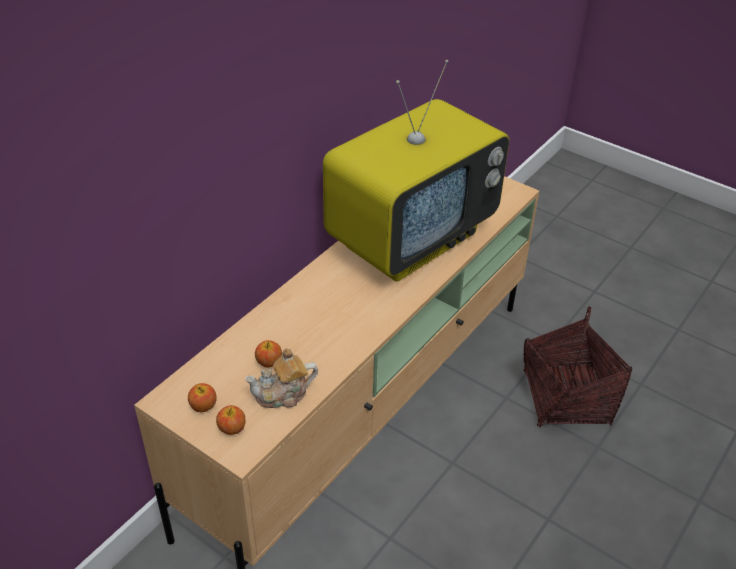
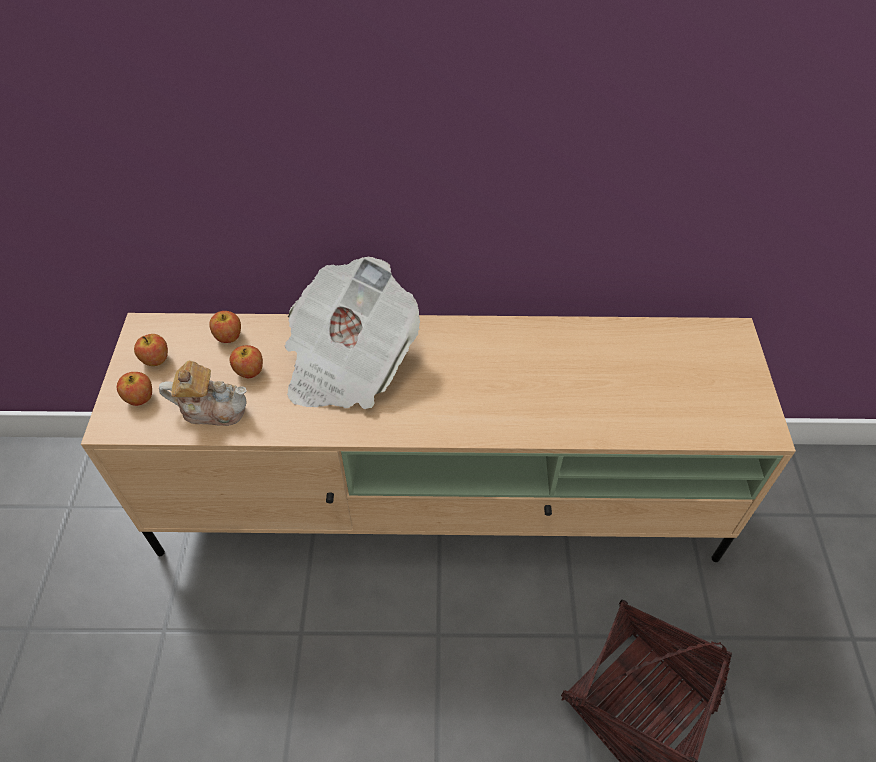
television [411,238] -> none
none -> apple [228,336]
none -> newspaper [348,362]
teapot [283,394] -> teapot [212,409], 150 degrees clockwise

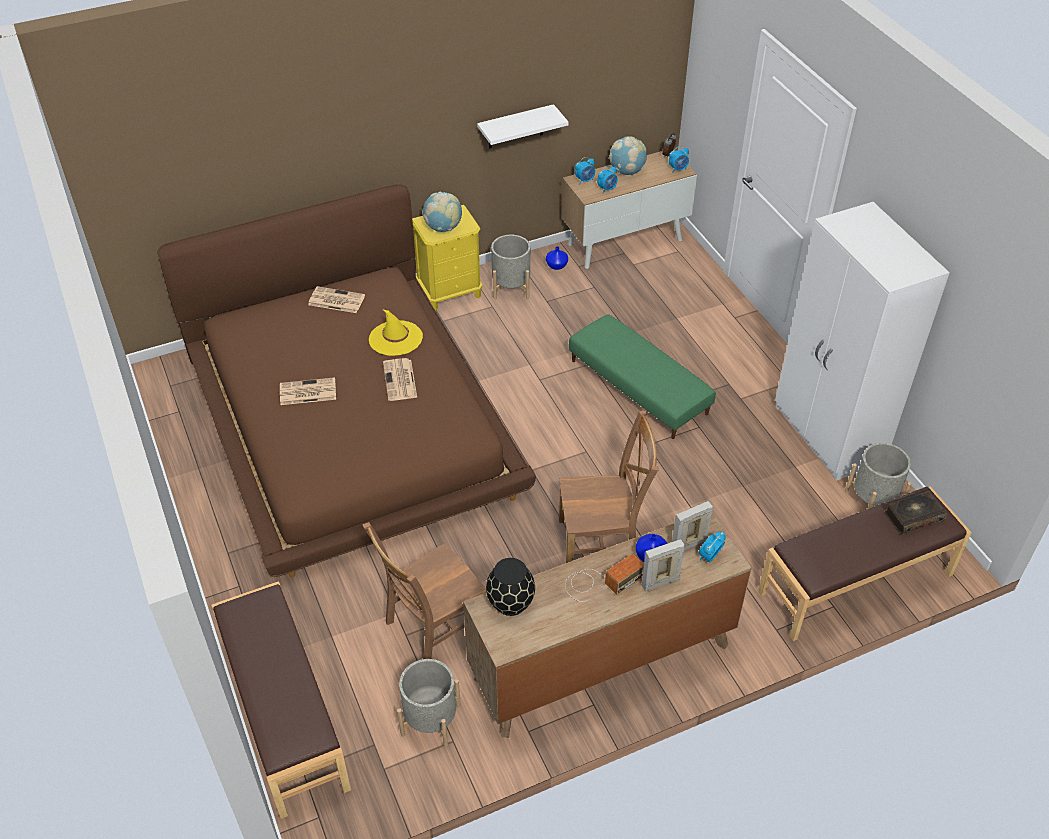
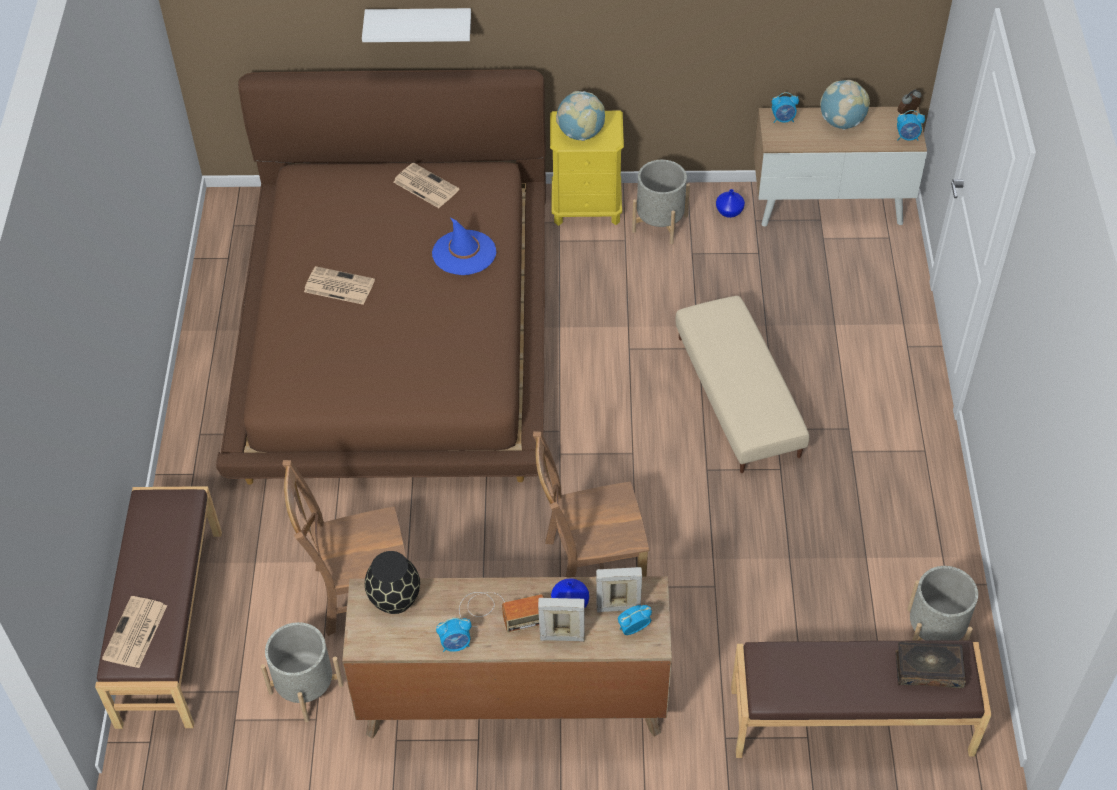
white_wardrobe [828,435] -> none
newspaper [400,380] -> newspaper [135,633], move
white_shelf [515,127] -> white_shelf [419,24], move
alarm_clock [607,189] -> alarm_clock [456,644], move
yellow_hat [395,338] -> blue_hat [464,253]
green_ottoman [639,387] -> beige_ottoman [738,396]
brown_chair [602,543] -> brown_chair [589,566], 150 degrees clockwise

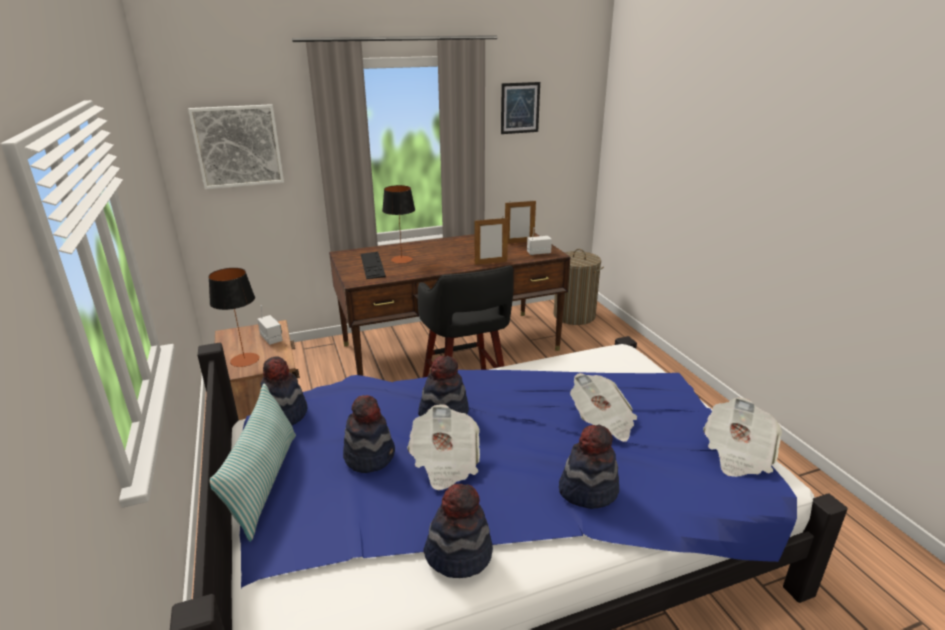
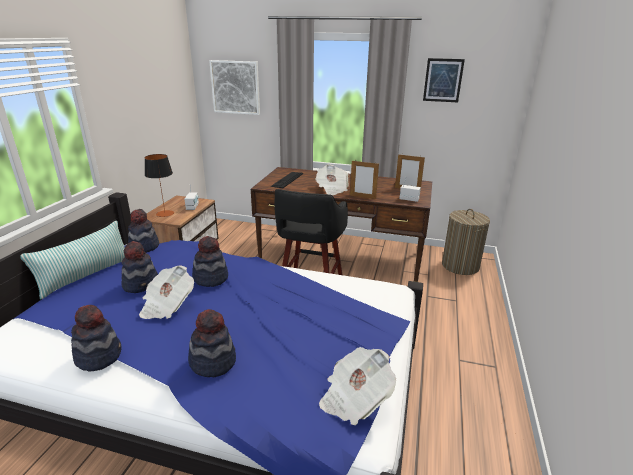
table_lamp [401,259] -> none
newspaper [602,421] -> newspaper [332,189], move

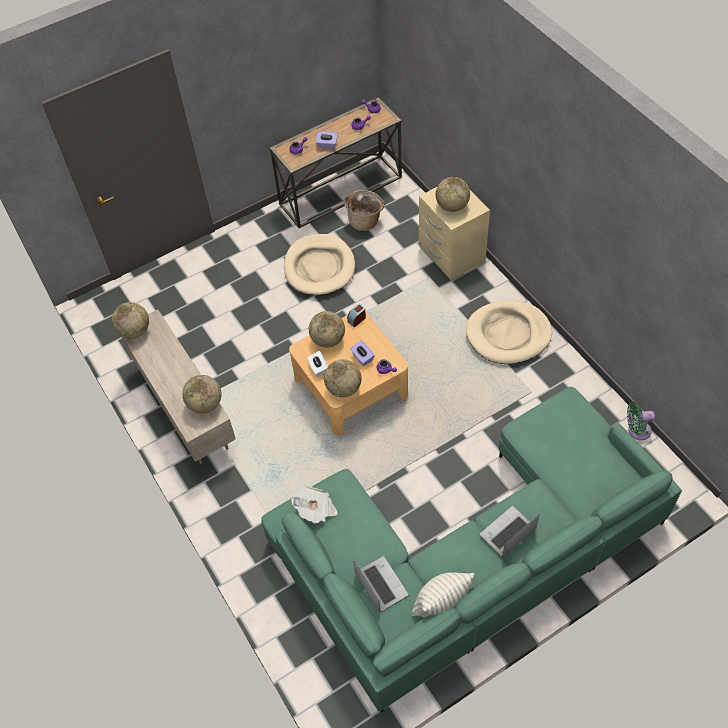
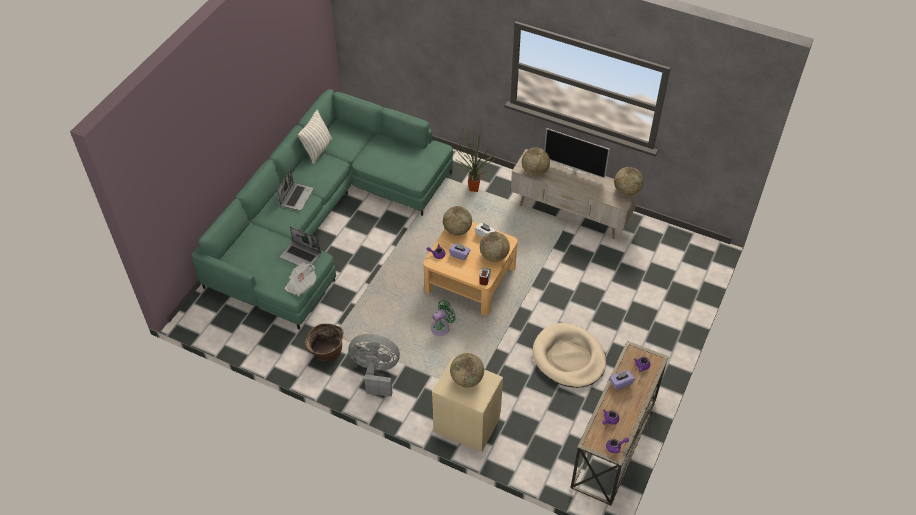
none -> potted_plant [473,190]
none -> television [574,169]
newspaper [316,510] -> newspaper [301,285], move
basket [365,221] -> basket [326,353], move
laptop [380,584] -> laptop [301,255], move
green_fan [636,430] -> green_fan [442,327], move
beige_dog_bed [508,334] -> grey_fan [376,372]

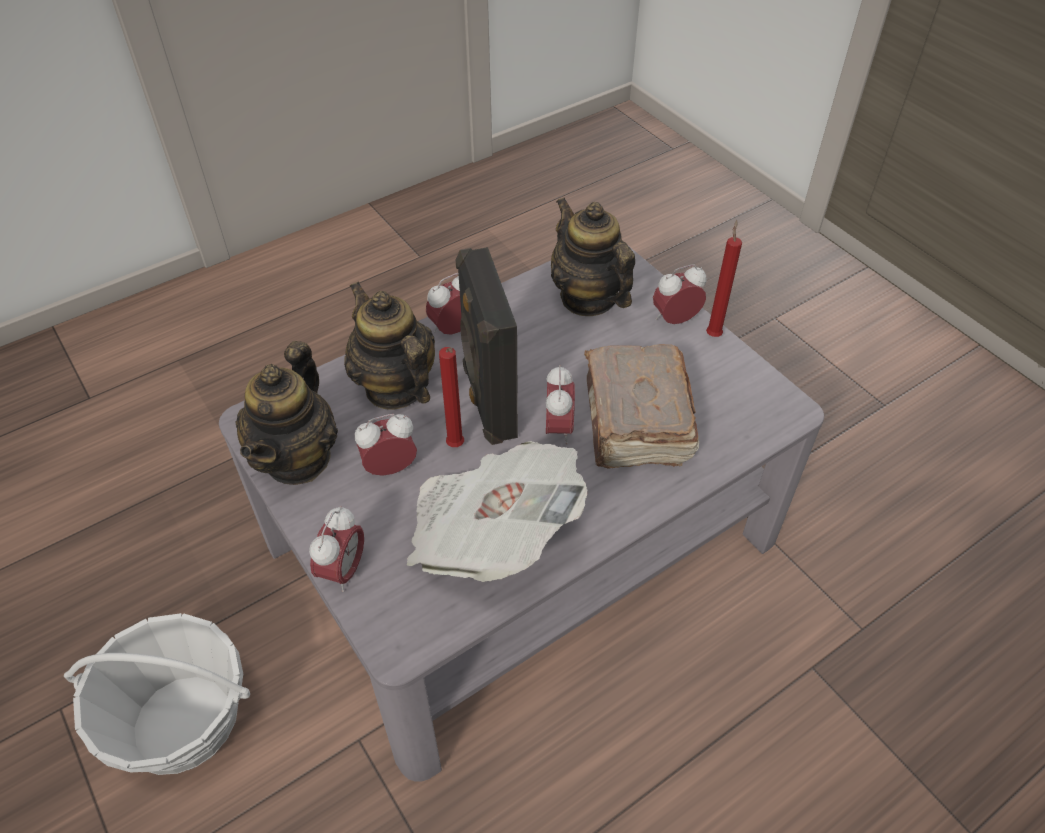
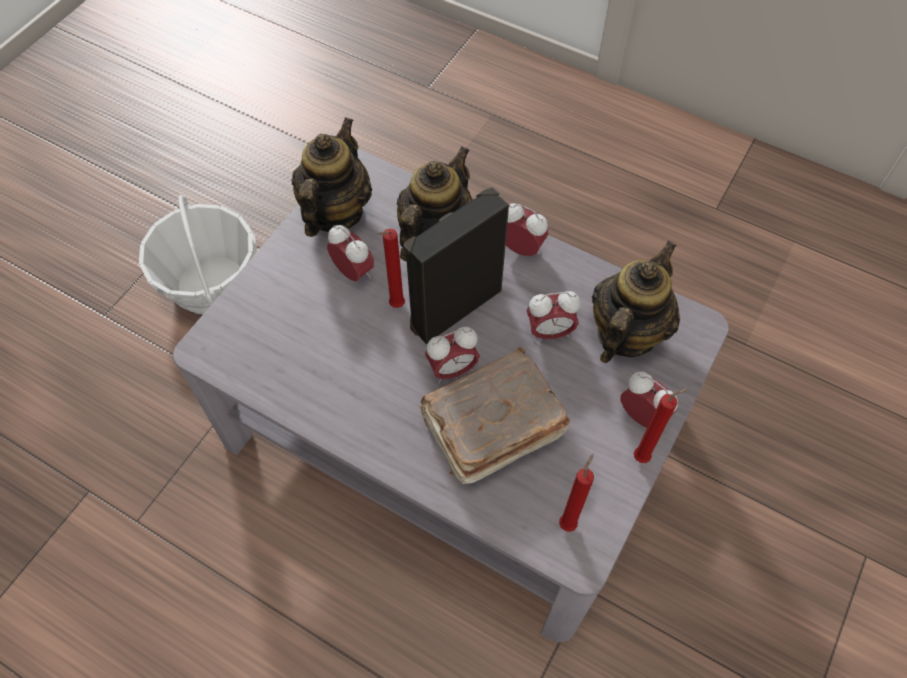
newspaper [490,534] -> none
none -> red_candle [568,522]
alarm_clock [343,570] -> alarm_clock [549,332], move
teapot [298,458] -> teapot [335,212], 120 degrees clockwise

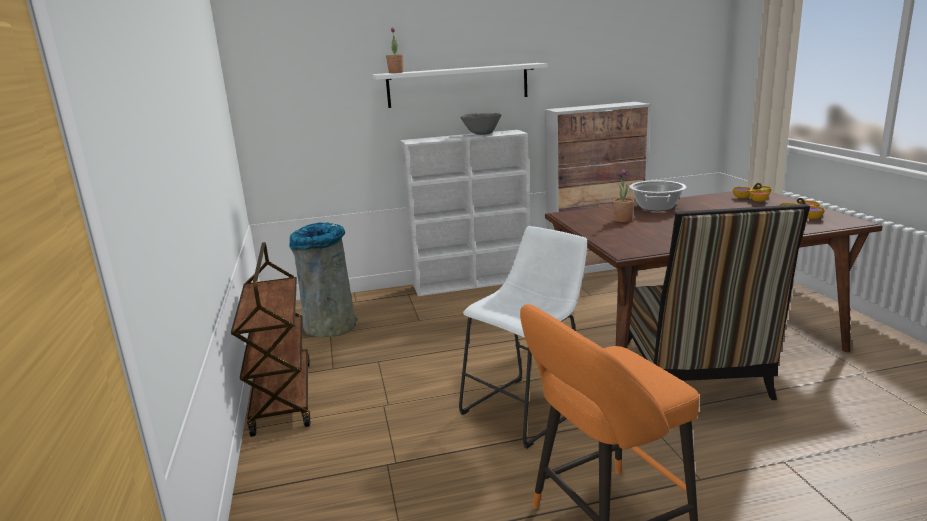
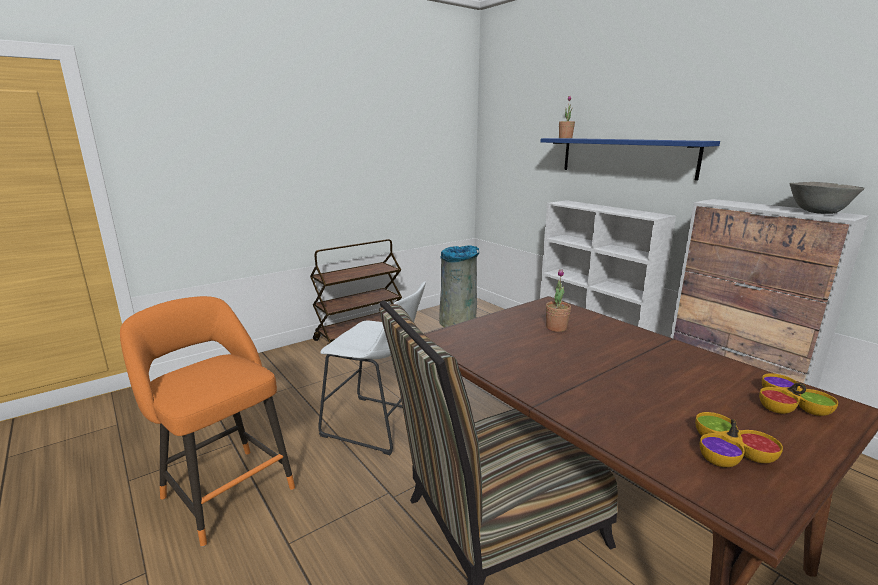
cooking_pot [656,207] -> none
grey_bowl [481,134] -> grey_bowl [818,213], move
white_shelf [458,85] -> blue_shelf [626,157]

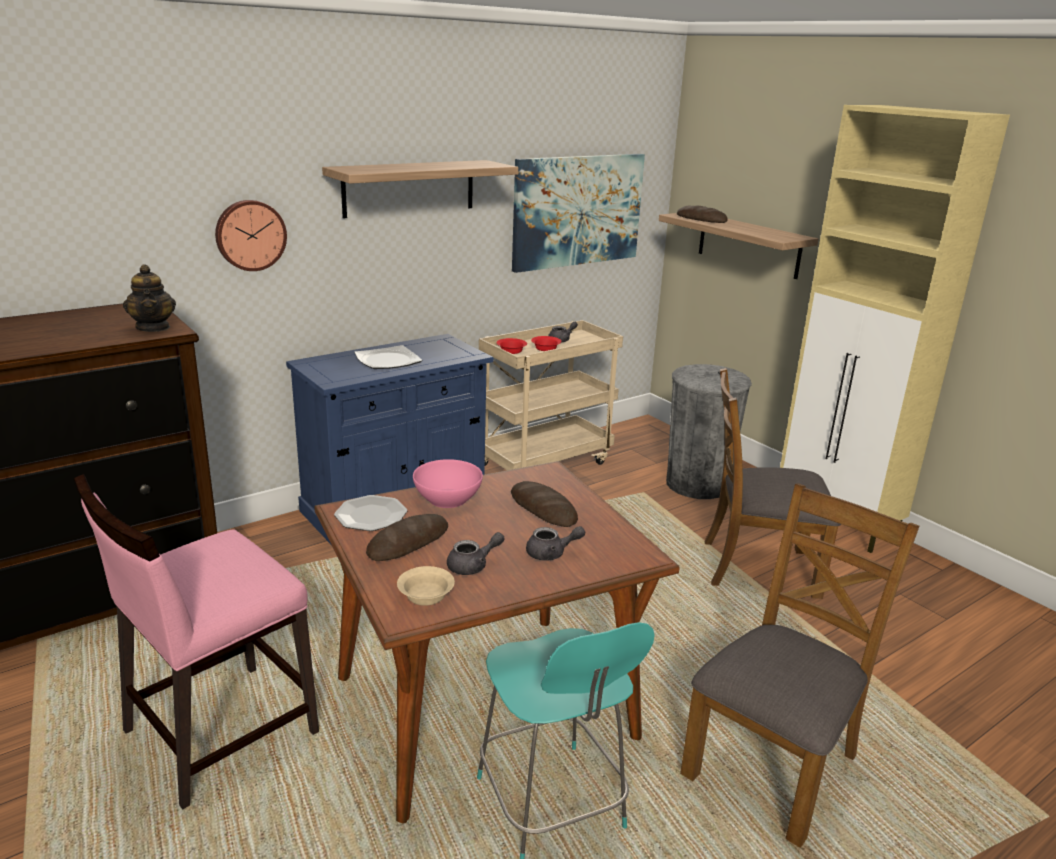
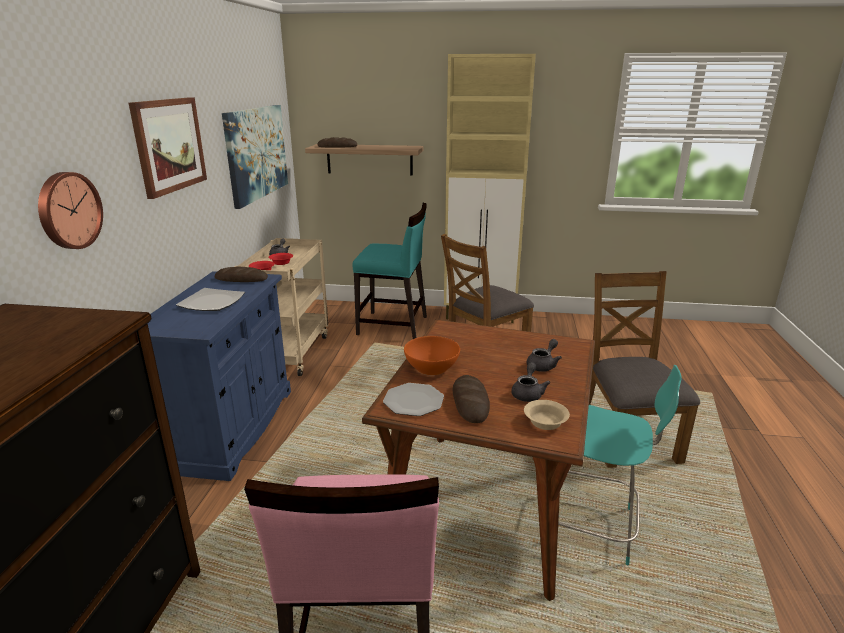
teapot [153,327] -> none
bread [543,509] -> bread [241,279], move
shelf [409,188] -> picture [169,145]
grey_trash_can [697,484] -> turquoise_chair [393,326]
pink_bowl [447,499] -> orange_bowl [432,367]

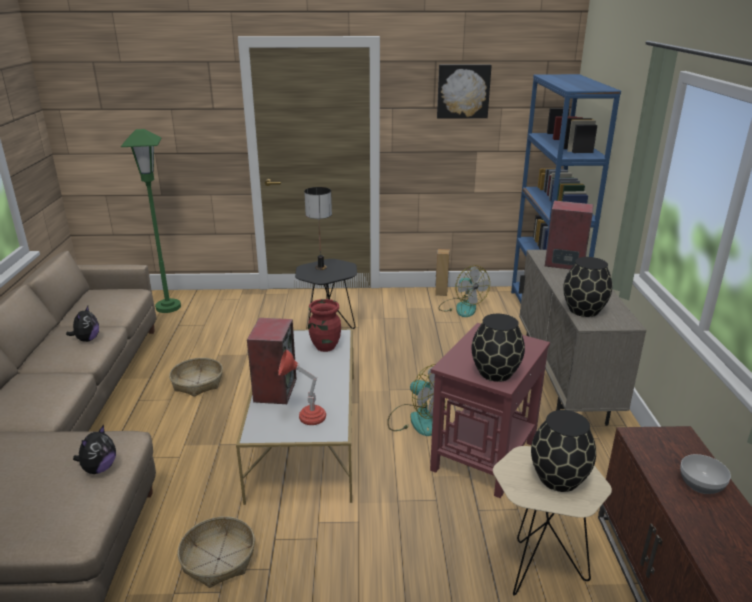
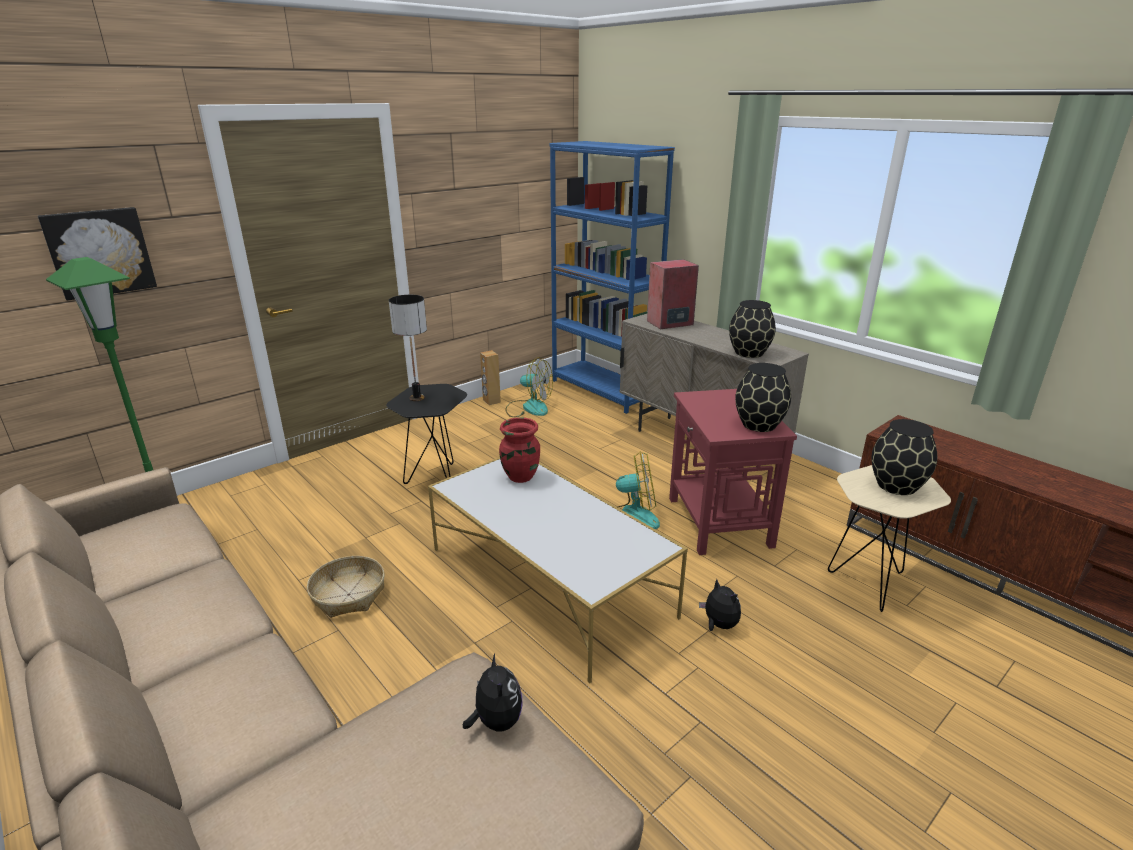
basket [218,559] -> none
speaker [274,390] -> none
red_table_lamp [304,417] -> none
bowl [700,484] -> none
plush_toy [87,339] -> plush_toy [719,625], move
picture [463,91] -> picture [99,252], move

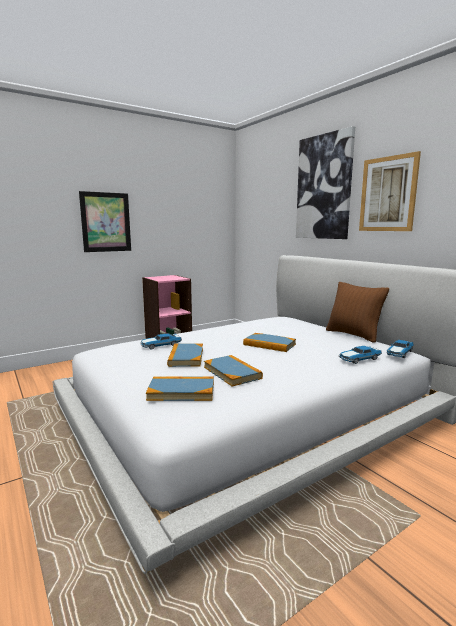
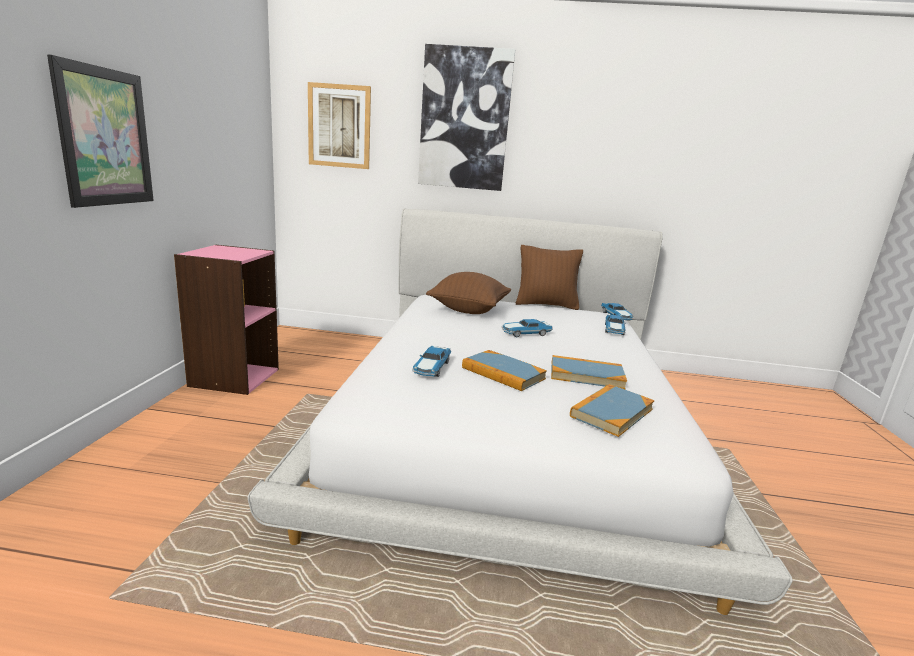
none -> brown_pillow [468,310]
picture [388,194] -> picture [339,126], move
book [269,344] -> toy_car [525,333]

